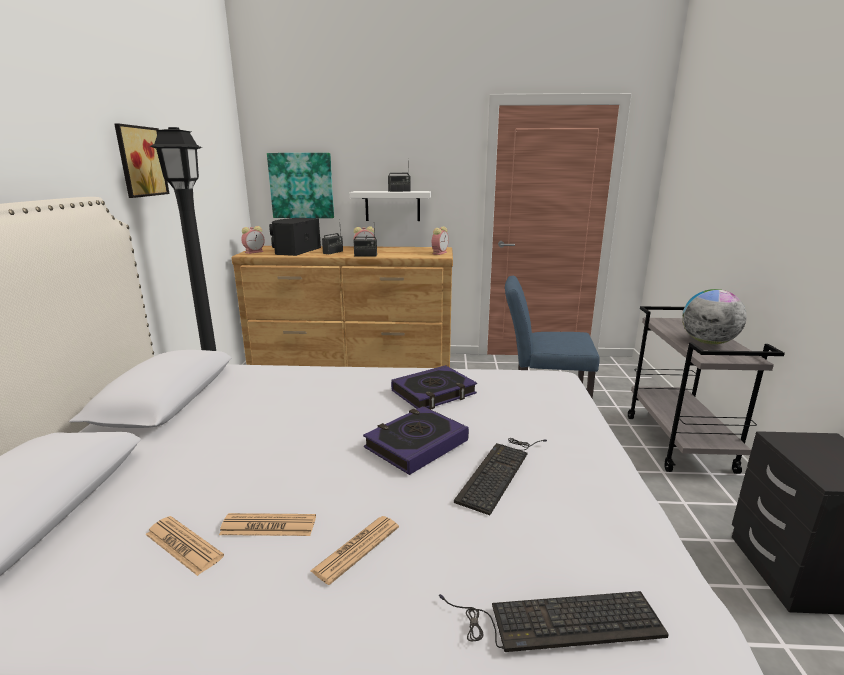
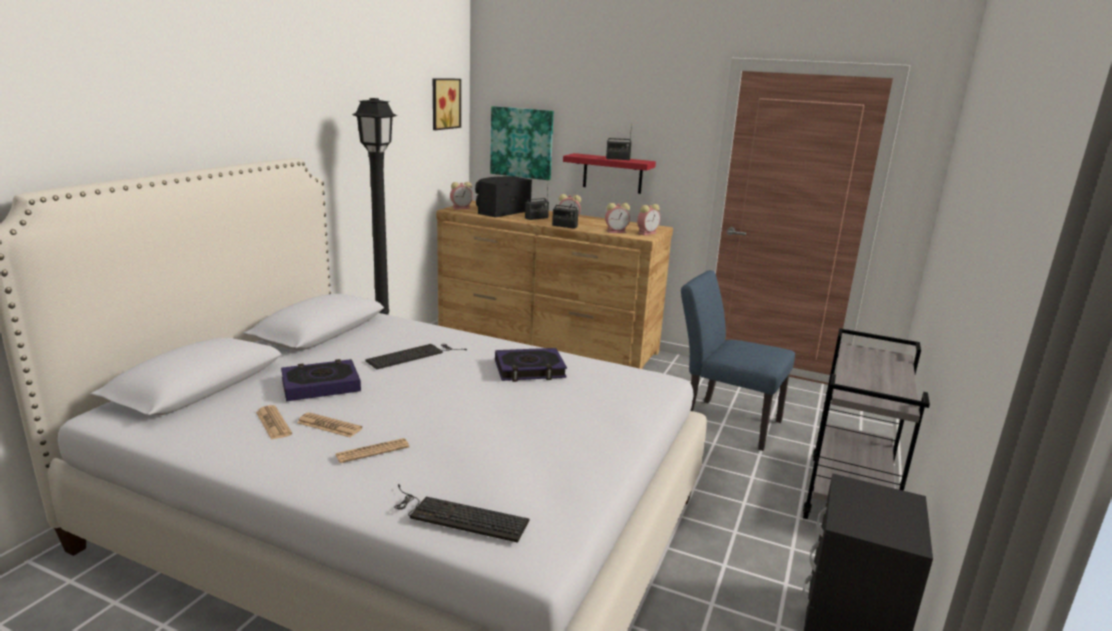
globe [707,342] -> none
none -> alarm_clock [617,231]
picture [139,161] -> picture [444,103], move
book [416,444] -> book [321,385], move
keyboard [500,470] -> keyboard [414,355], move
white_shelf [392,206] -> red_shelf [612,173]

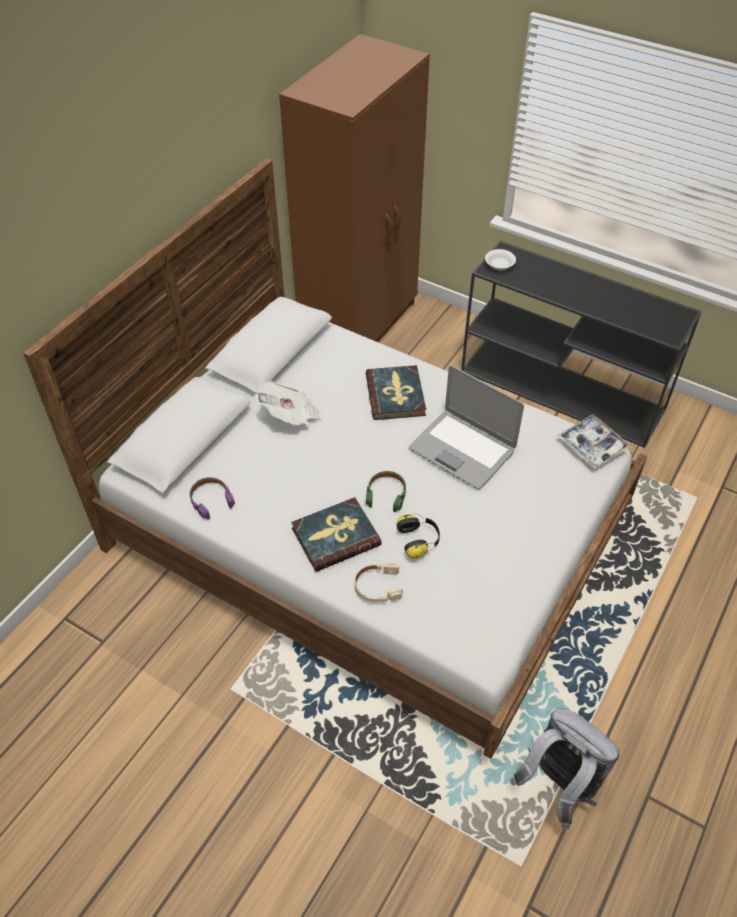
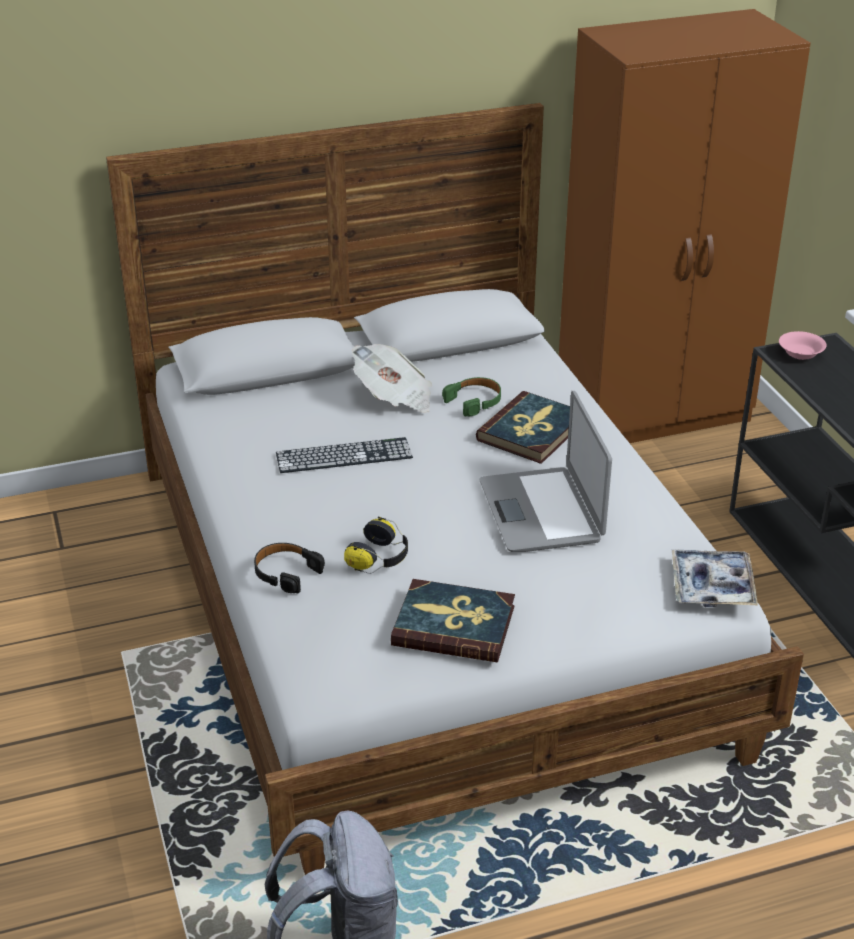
purple_headphones [211,500] -> none
none -> keyboard [344,455]
book [335,536] -> book [454,625], move
green_headphones [386,494] -> green_headphones [474,401], move
beige_headphones [377,586] -> black_headphones [286,573]
white_bowl [500,265] -> pink_bowl [801,354]

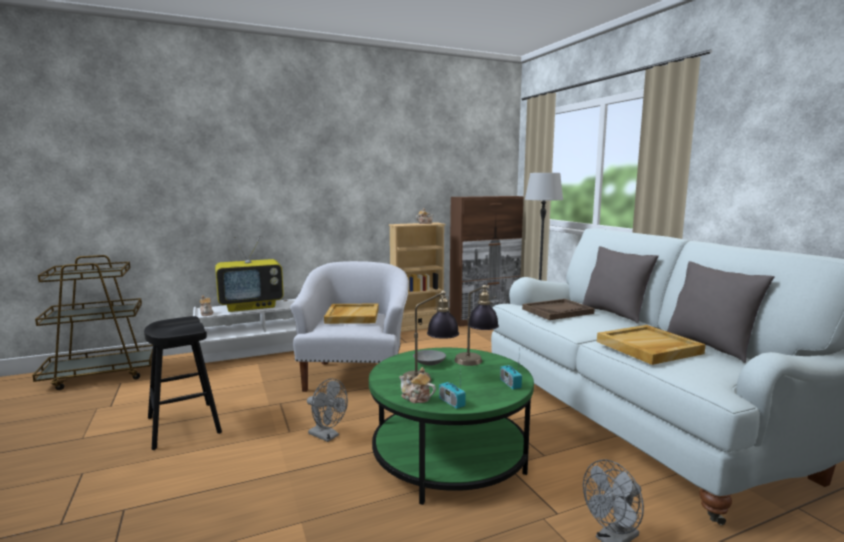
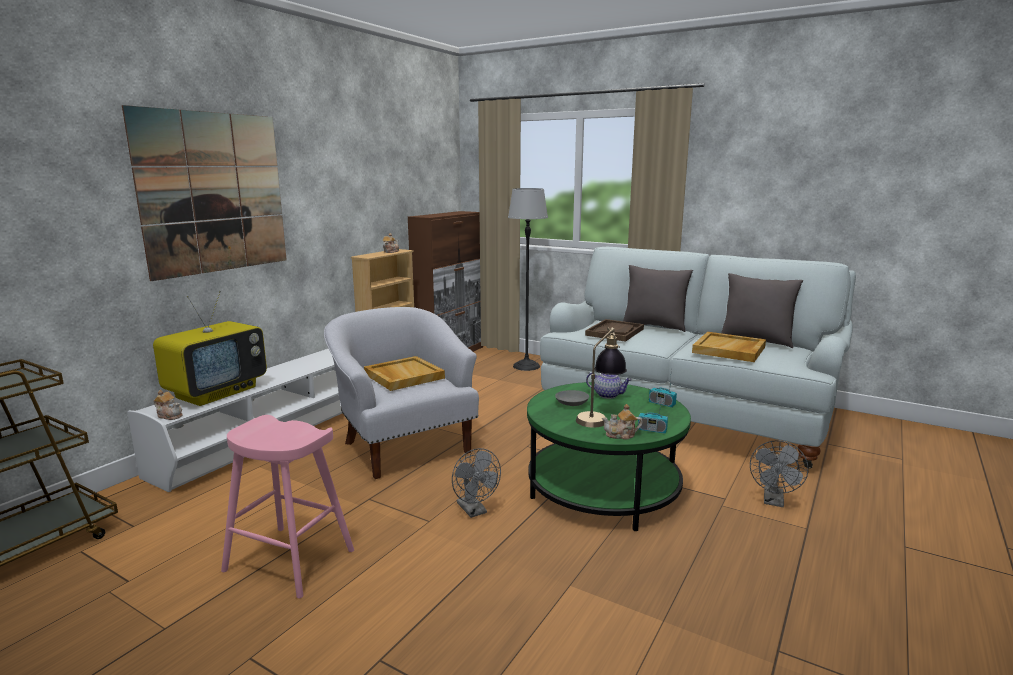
none -> picture [214,193]
table_lamp [475,364] -> teapot [608,395]
black_stool [184,425] -> pink_stool [290,561]
grey_fan [327,436] -> grey_fan [474,511], 60 degrees clockwise

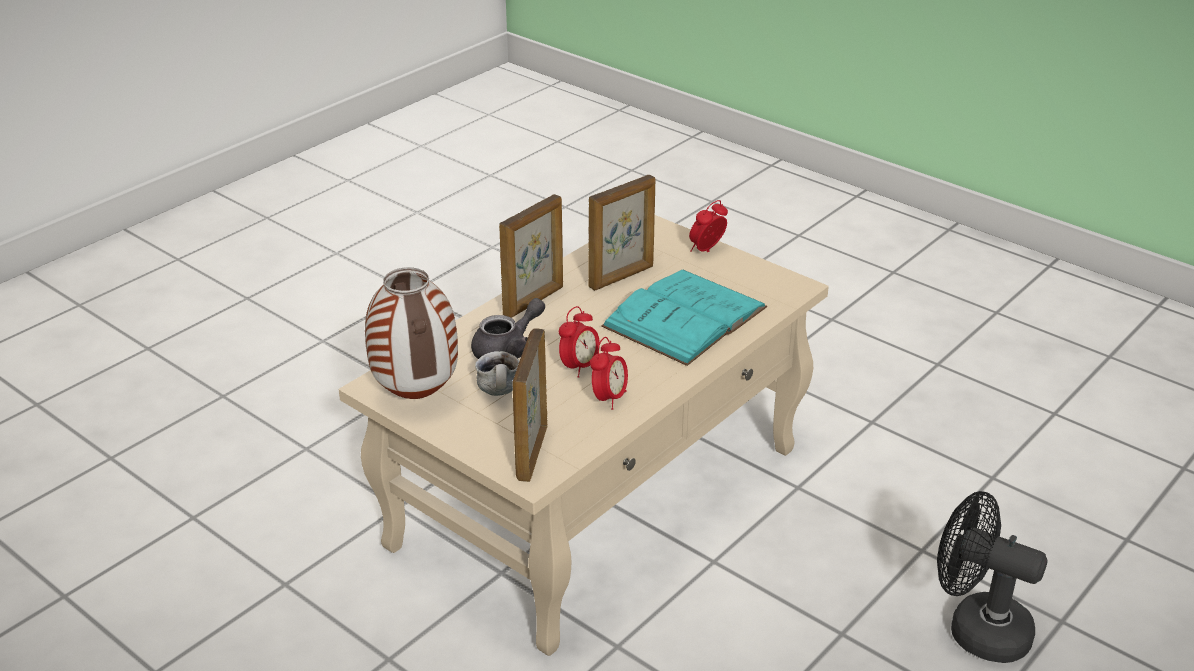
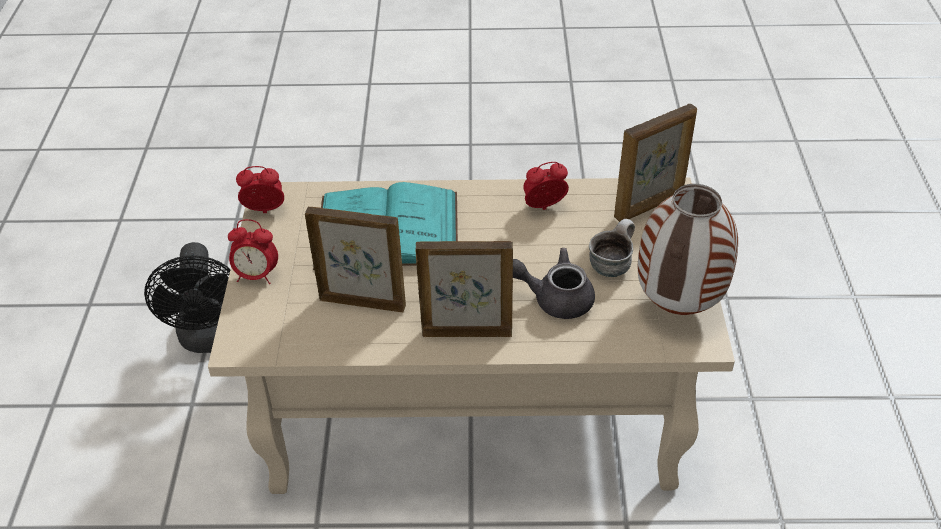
alarm_clock [579,367] -> alarm_clock [265,211], move
black_fan [976,629] -> black_fan [211,339], move

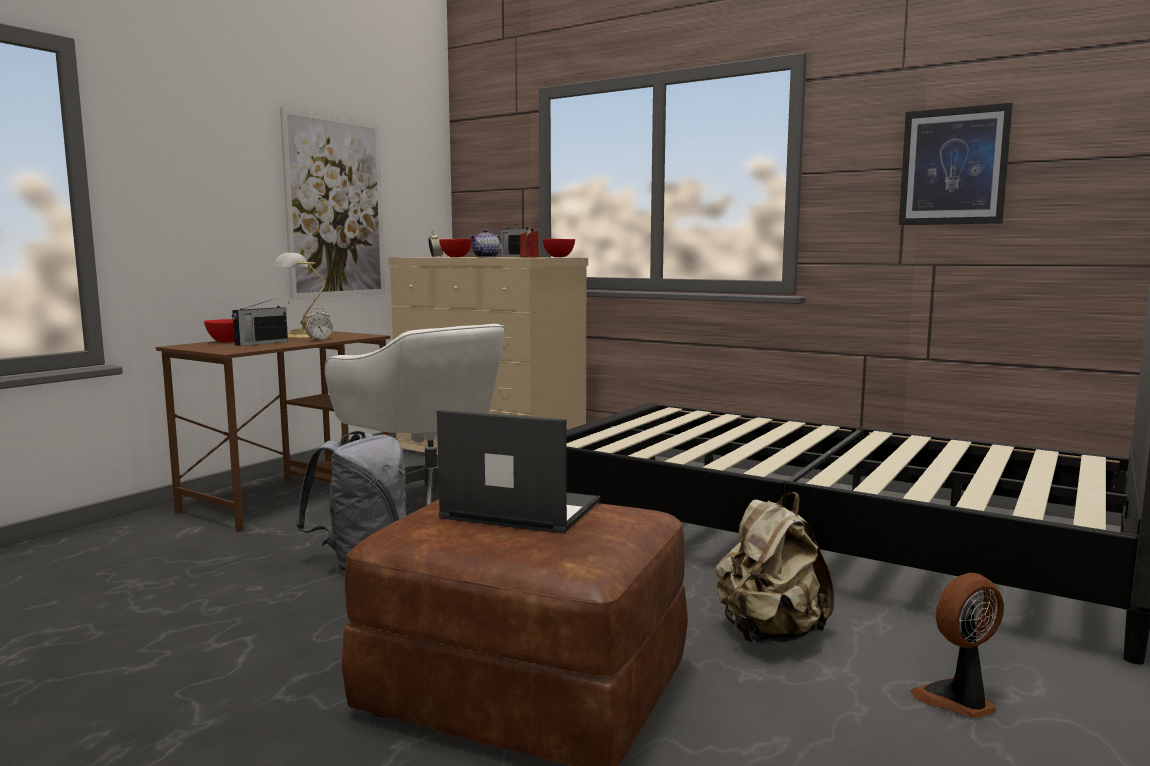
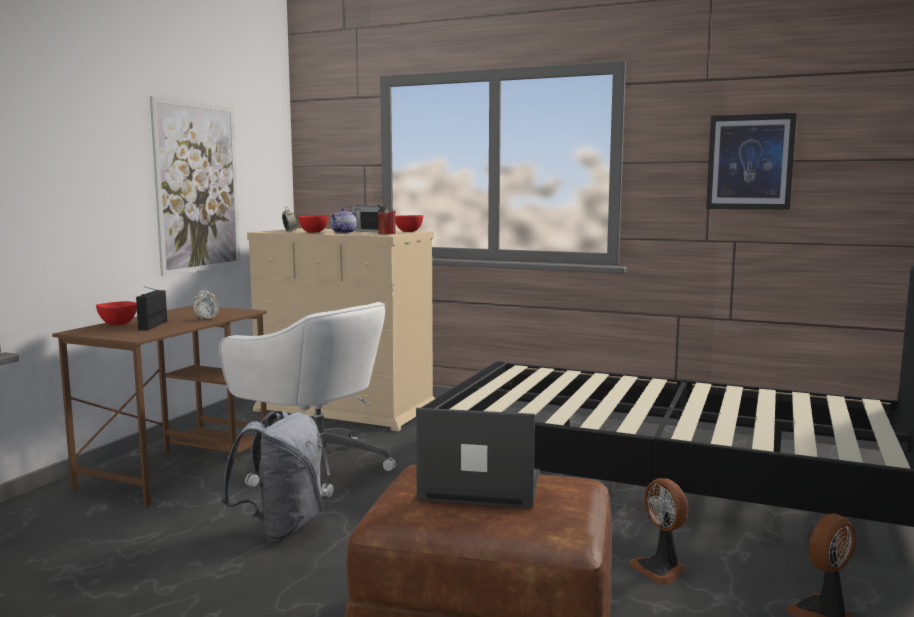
table_lamp [302,336] -> none
beige_backpack [769,634] -> fan [660,569]
radio [260,343] -> radio [153,325], 150 degrees clockwise

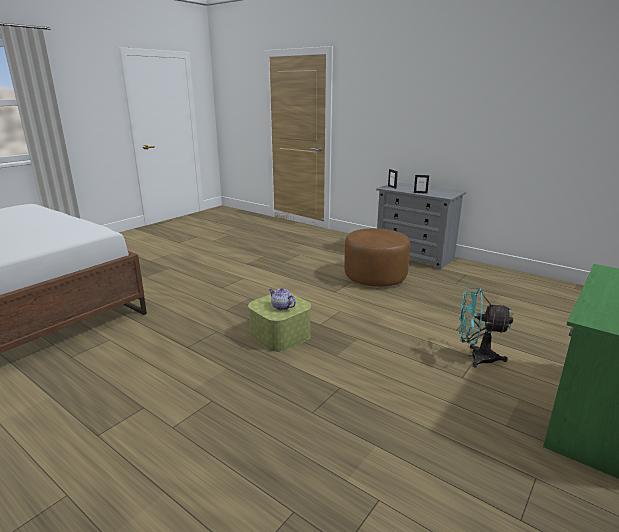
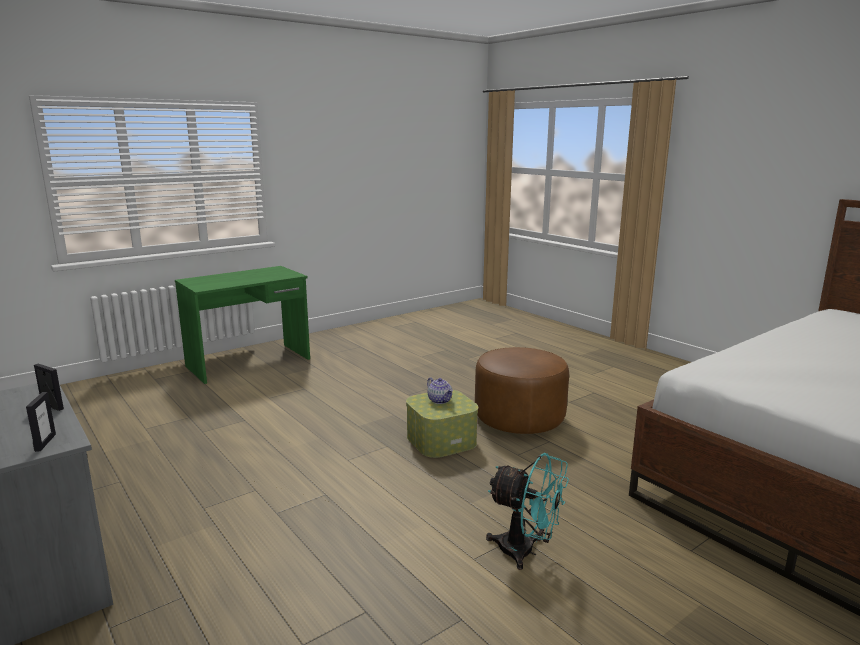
brown_ottoman [375,277] -> brown_ottoman [519,418], move
turquoise_fan [476,357] -> turquoise_fan [525,552], move

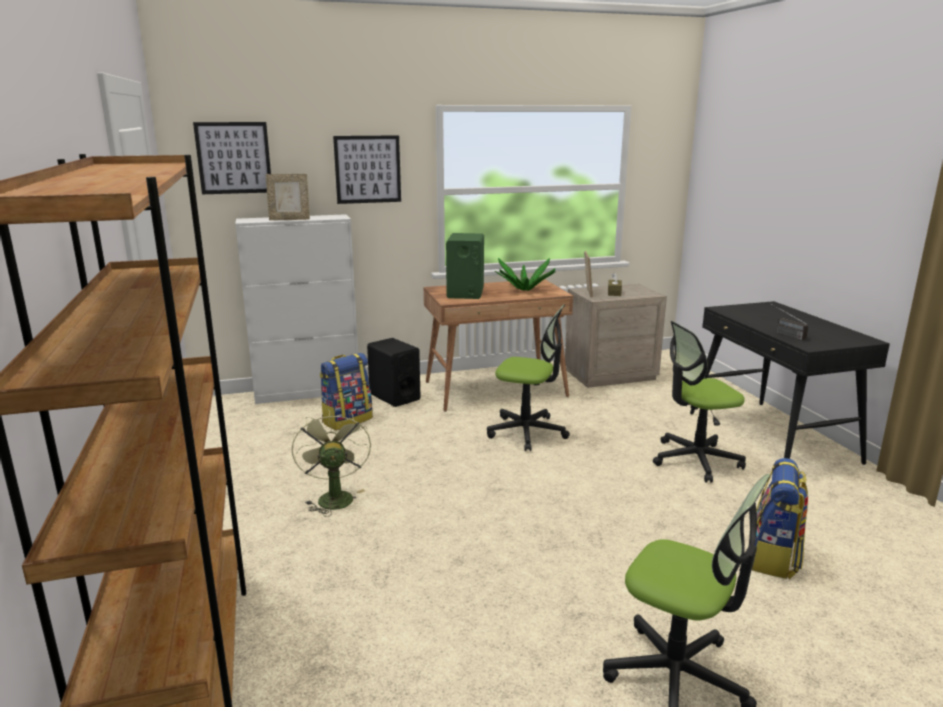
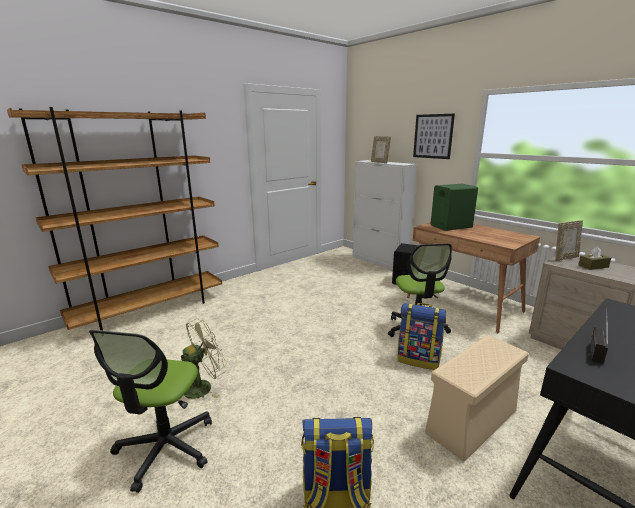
picture [234,158] -> none
potted_plant [525,289] -> none
green_fan [333,497] -> green_fan [203,386], move
backpack [347,420] -> backpack [419,359], move
office_chair [695,460] -> beige_storage_box [472,420]

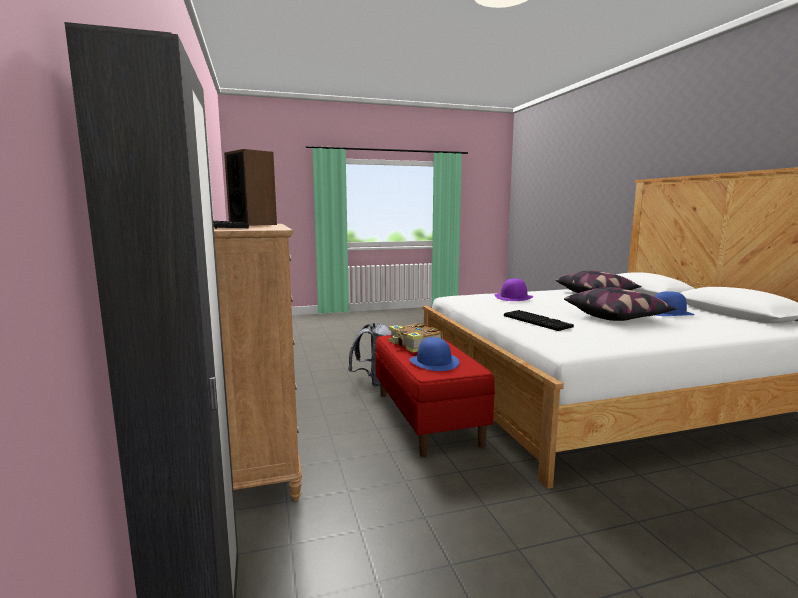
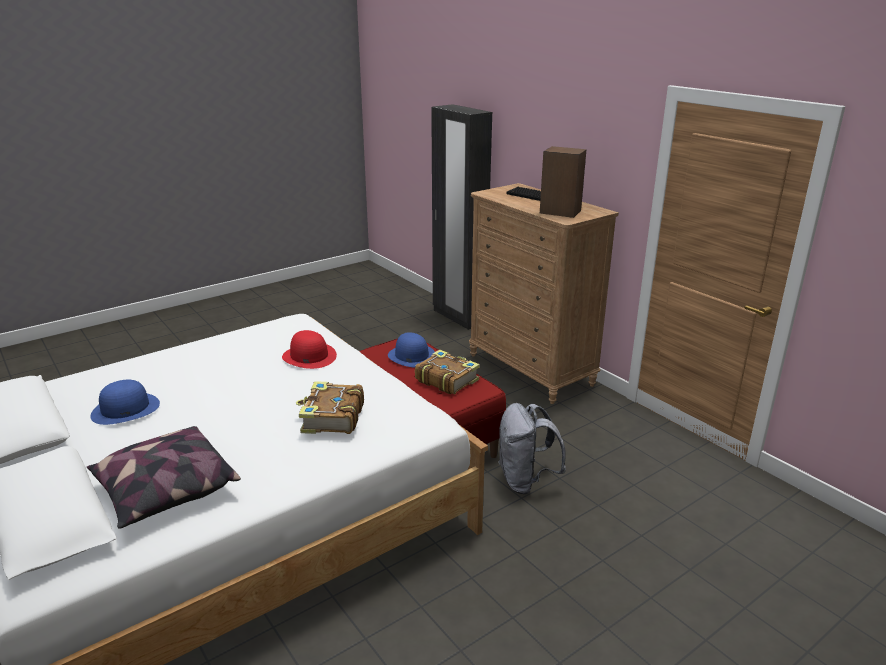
pillow [616,317] -> none
purple_hat [513,297] -> book [331,418]
keyboard [538,321] -> red_hat [309,356]

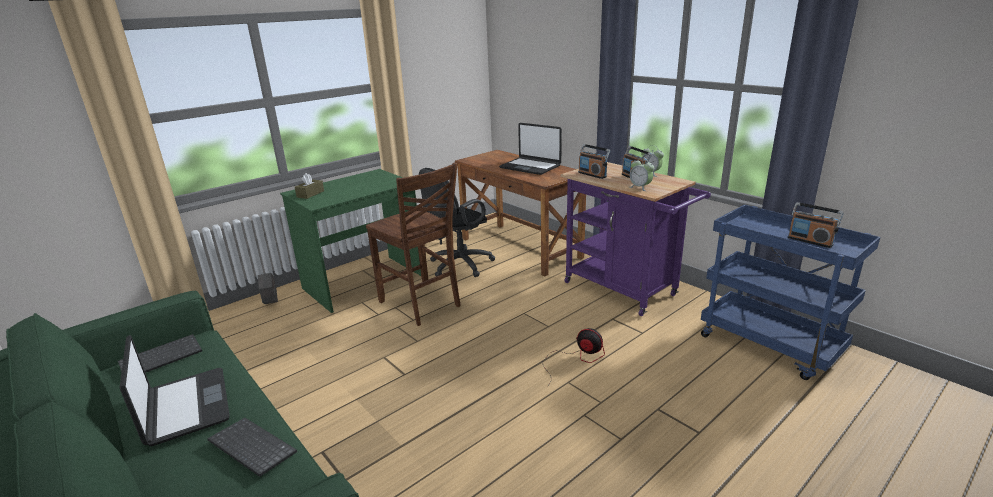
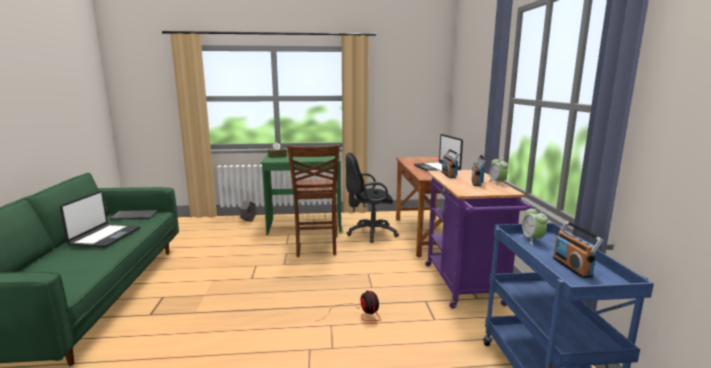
keyboard [250,448] -> none
alarm_clock [640,187] -> alarm_clock [532,240], move

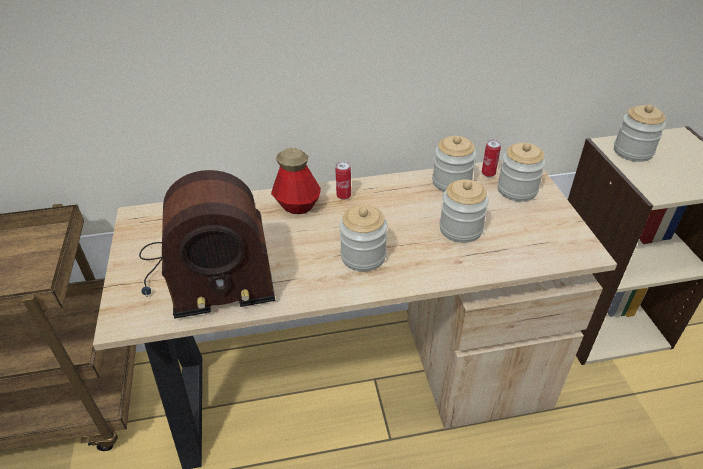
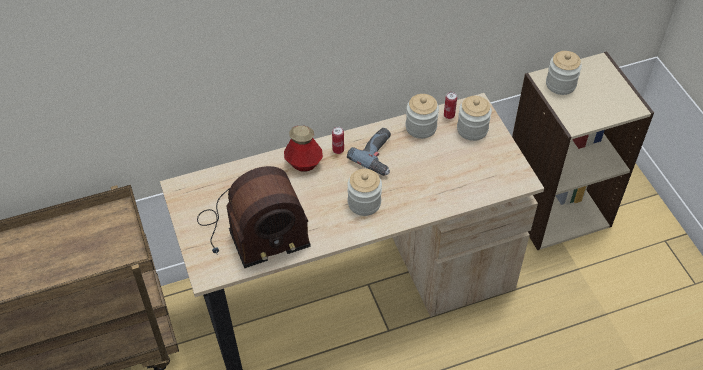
jar [460,229] -> none
none -> power_drill [379,155]

